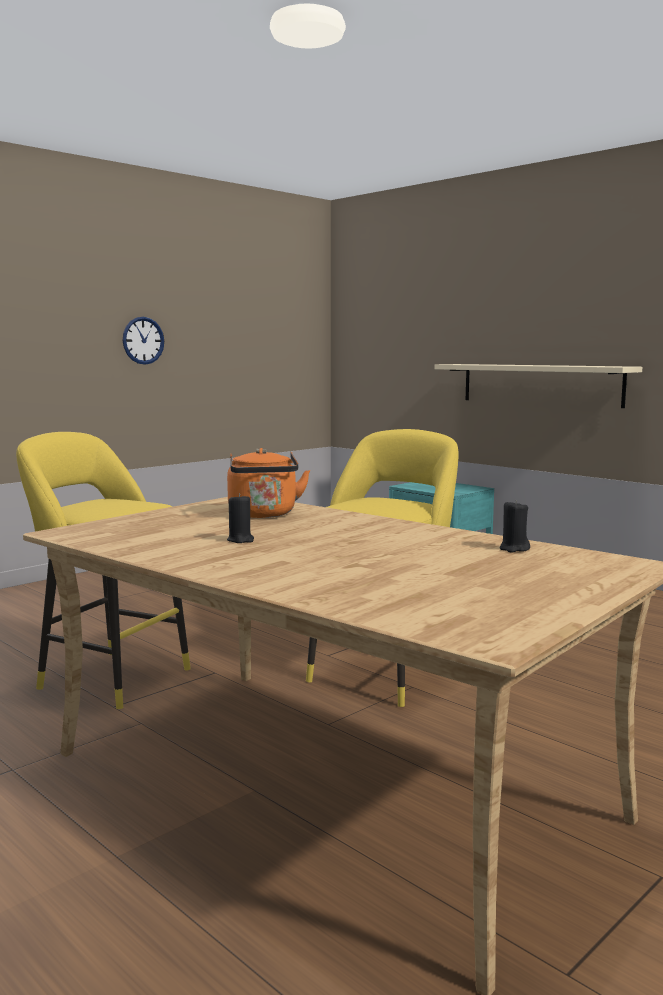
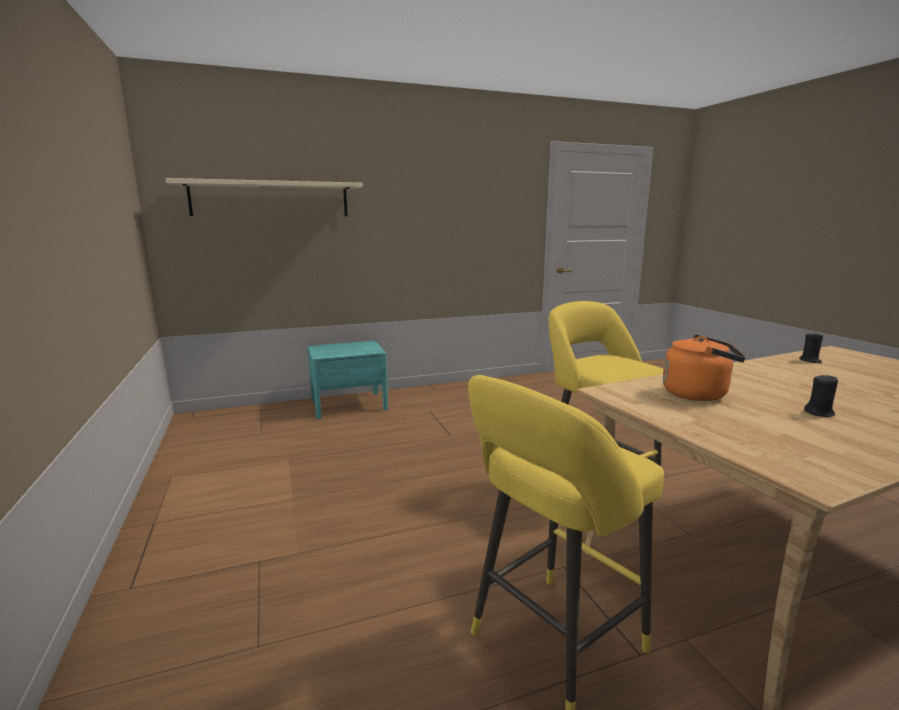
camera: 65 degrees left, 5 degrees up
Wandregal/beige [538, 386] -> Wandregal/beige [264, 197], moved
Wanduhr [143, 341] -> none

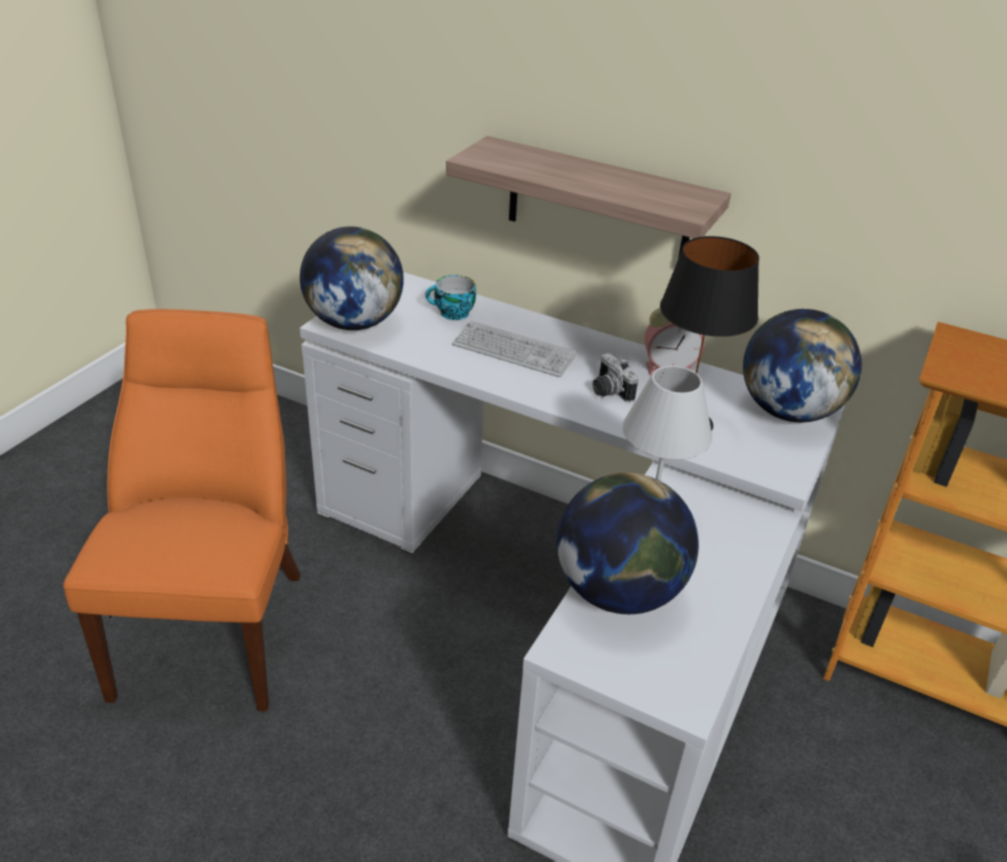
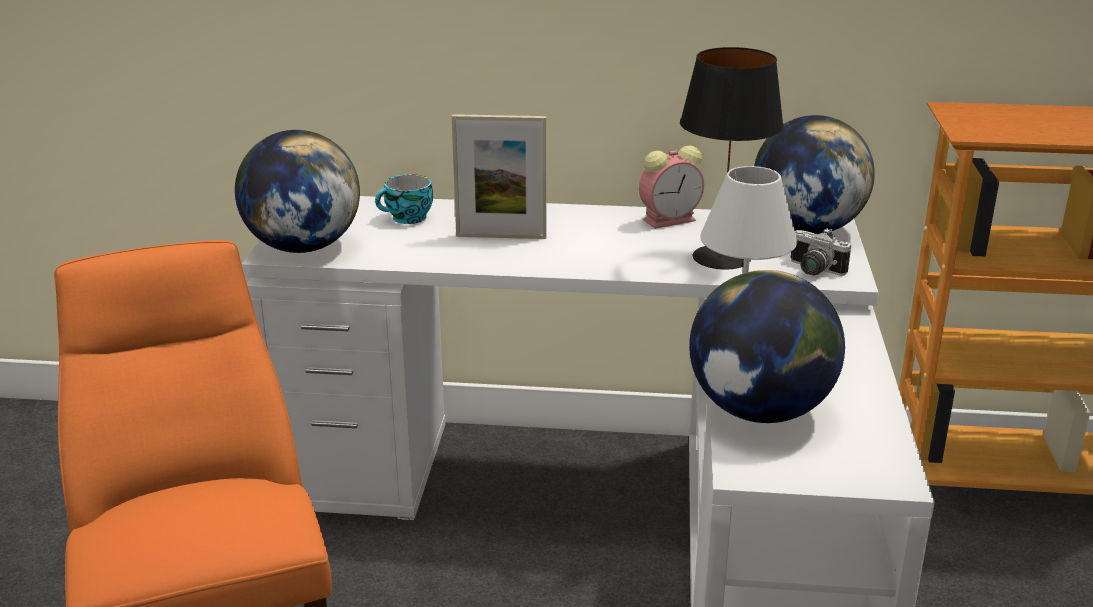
camera: 20 degrees left, 10 degrees down
Tastatur [514, 349] -> Bilderrahmen [499, 176]
Kamera [615, 377] -> Kamera [821, 252], moved
Wandregal [588, 197] -> none

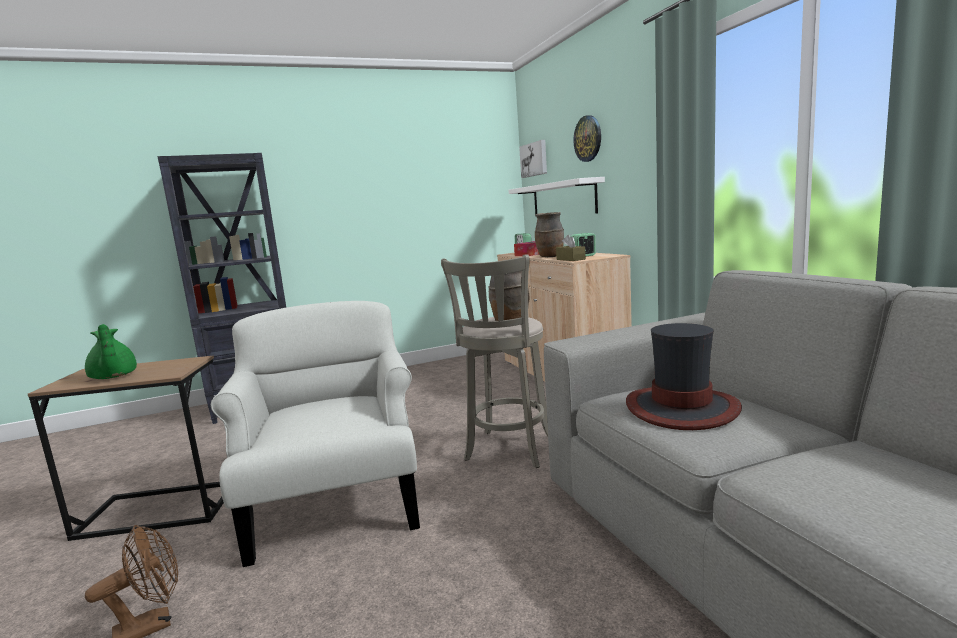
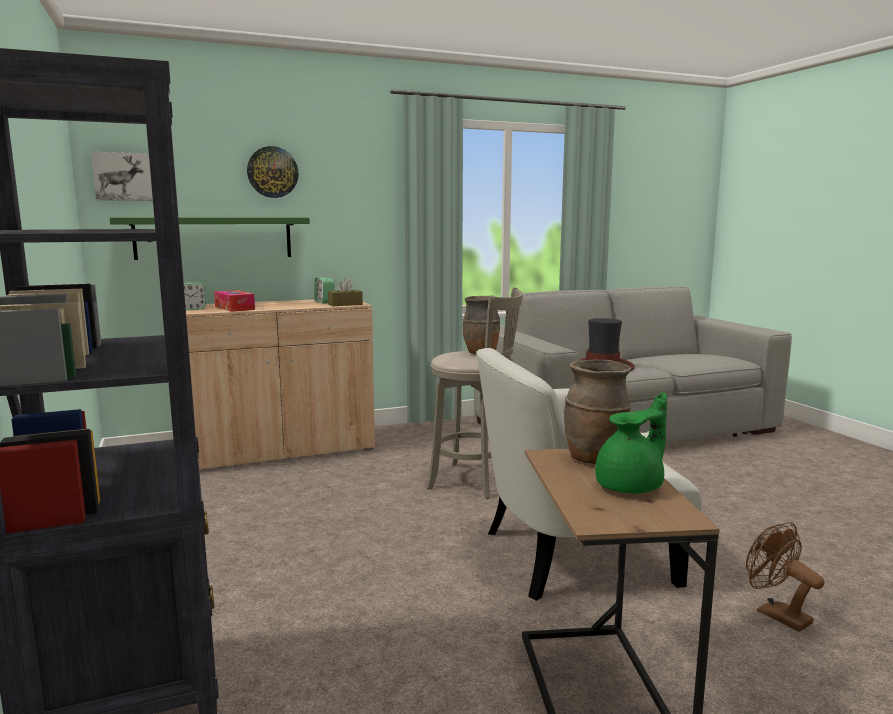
camera: 90 degrees left, 0 degrees up
Wandregal/weiß [556, 195] -> Wandregal/grün [210, 238]
Vase/braun [549, 234] -> Vase/braun [597, 412], moved

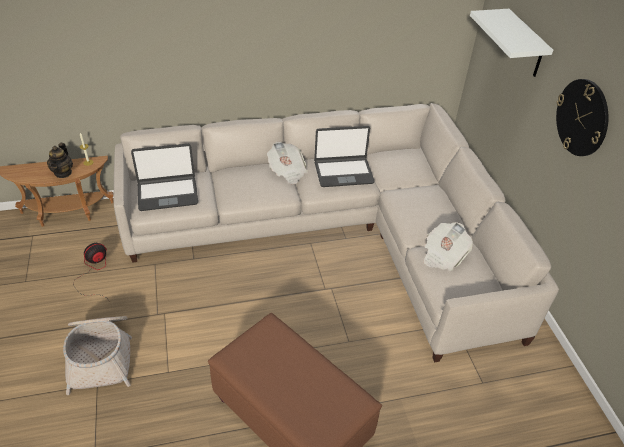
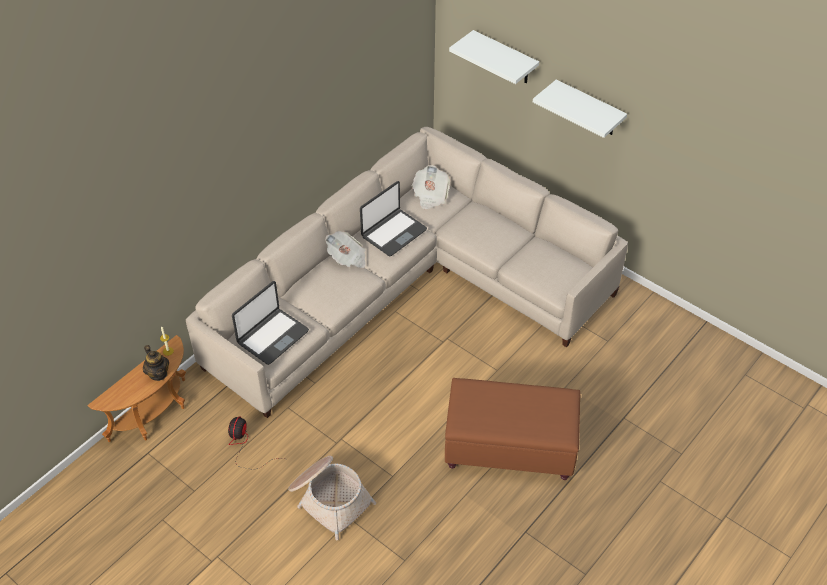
camera: 35 degrees left, 5 degrees up
Zeitung [448, 246] -> Zeitung [431, 187], moved
Wanduhr [582, 117] -> Wandregal/weiß [580, 109]

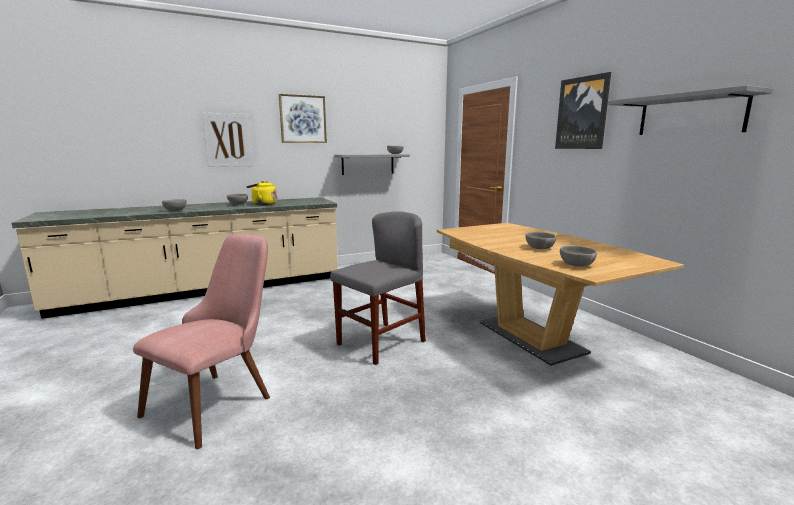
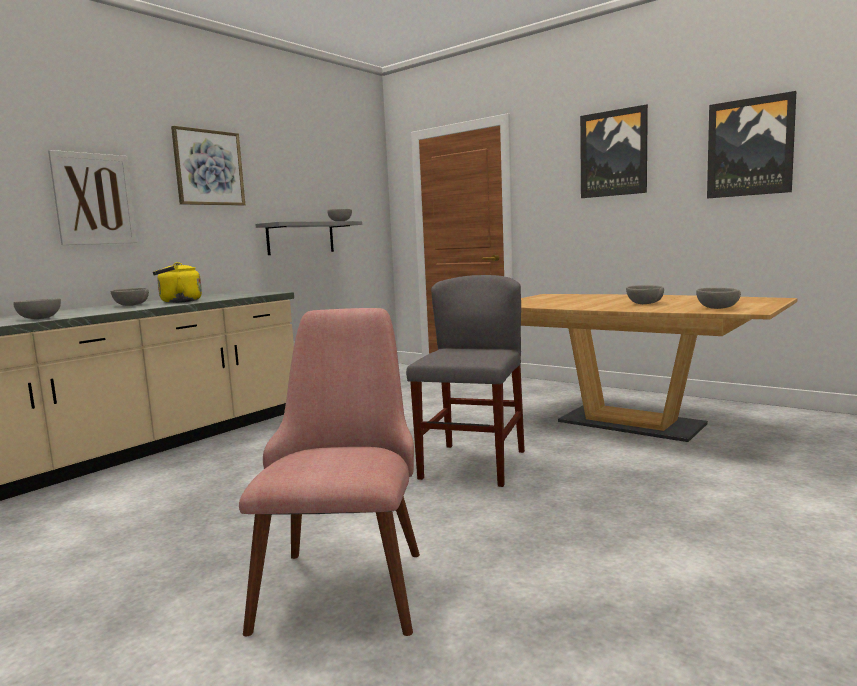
camera: 25 degrees left, 5 degrees down
Wandregal/grau [690, 110] -> Bild [751, 144]

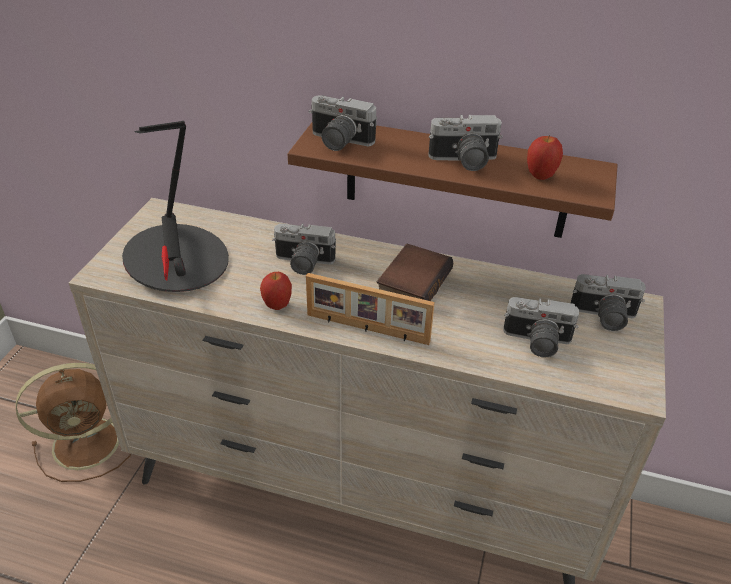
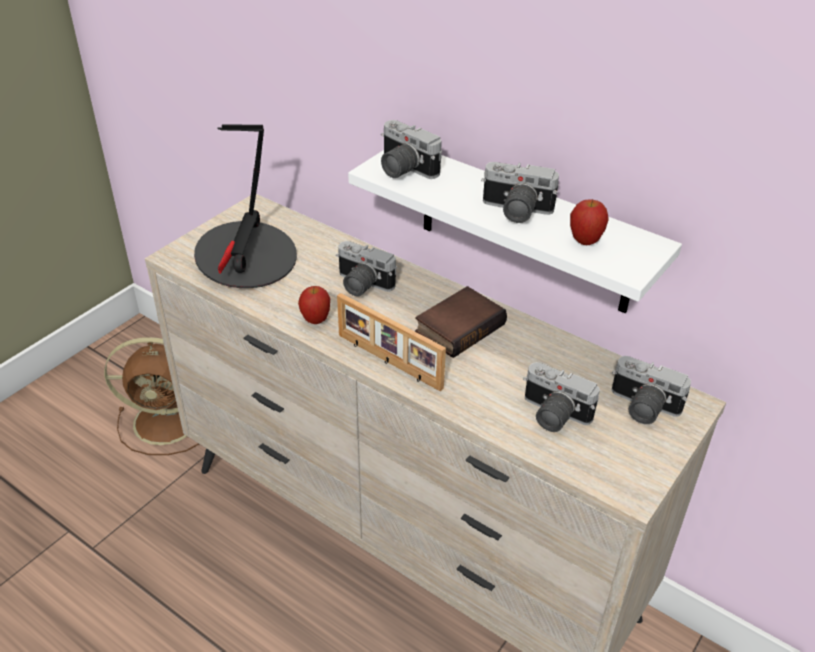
camera: 20 degrees right, 0 degrees up
Wandregal/braun [453, 180] -> Wandregal/weiß [515, 231]

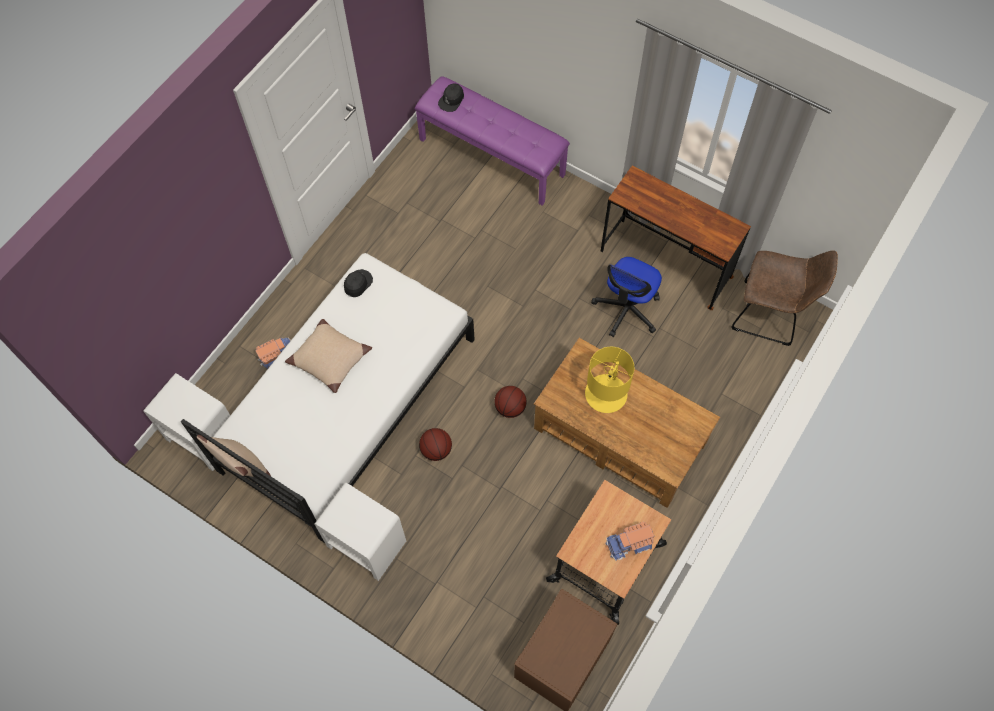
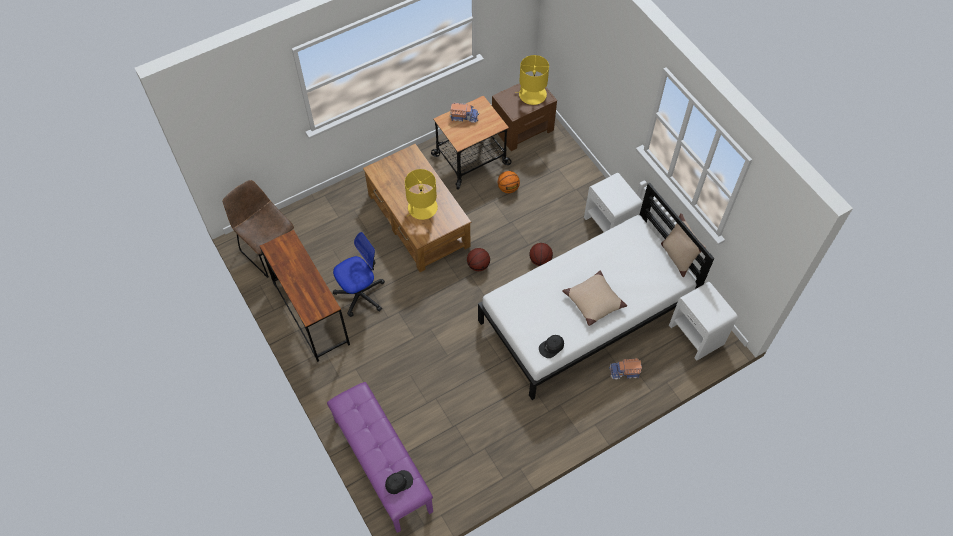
camera: 155 degrees left, 5 degrees down
none -> Basketball [508, 182]
none -> Tischlampe/gelb [532, 80]

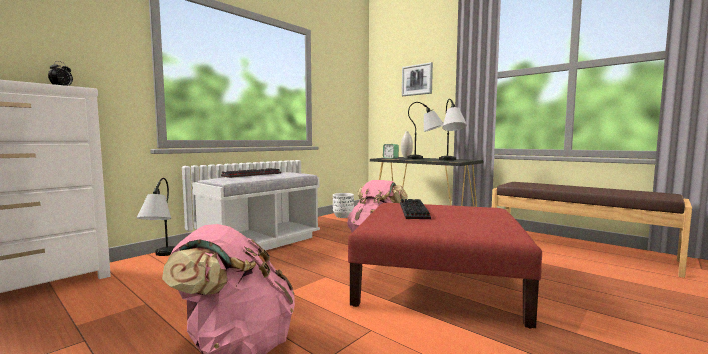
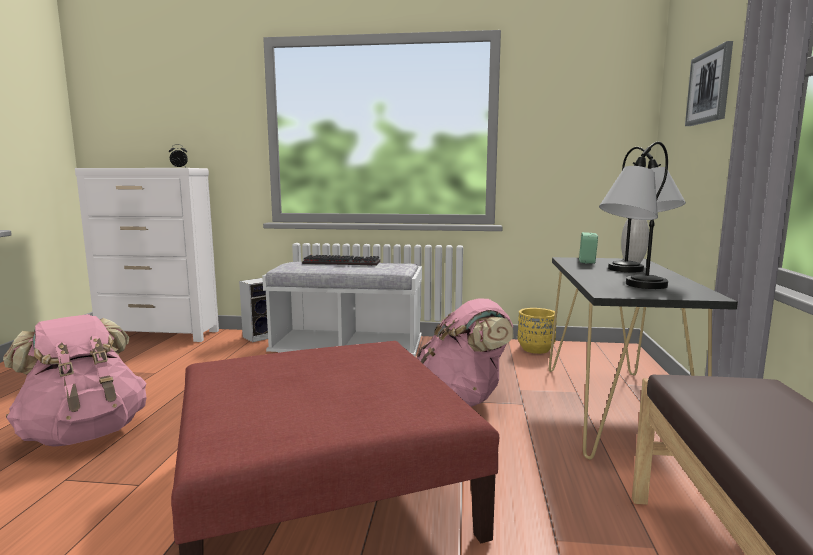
camera: 55 degrees right, 5 degrees up
Tischlampe [156, 217] -> Lautsprecher [253, 310]
Pflanzkübel/weiß [343, 205] -> Pflanzkübel/gelb [537, 331]
Tastatur [415, 209] -> none

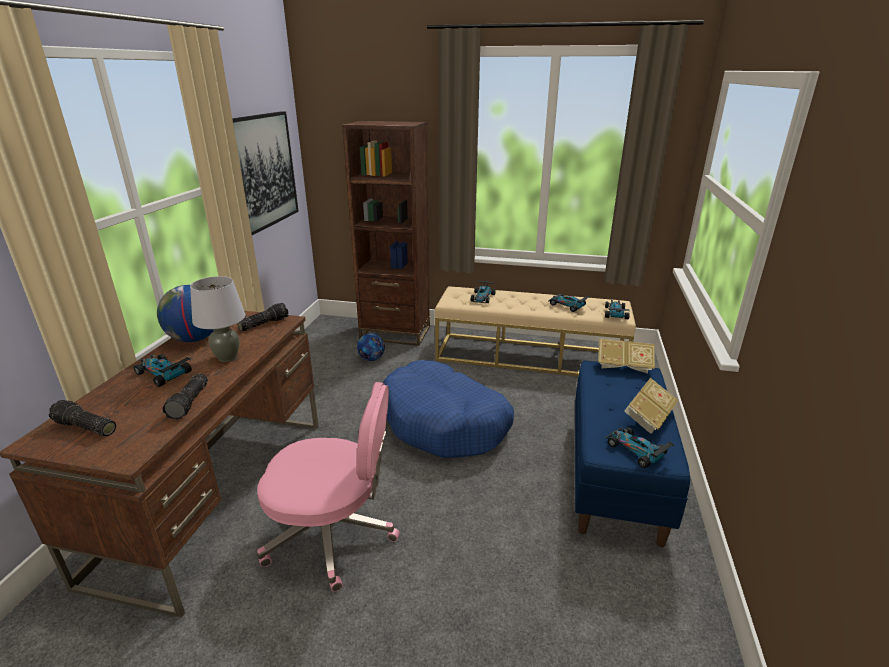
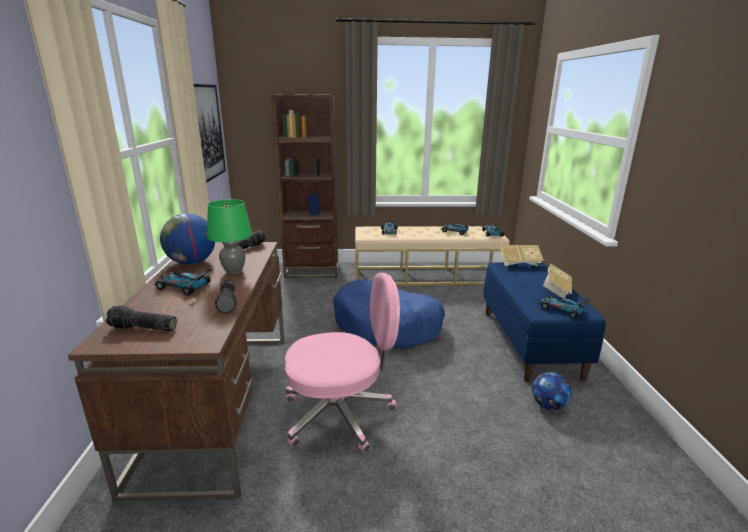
camera: 15 degrees left, 5 degrees down
Tischlampe/grau [217, 319] -> Tischlampe/grün [229, 237]
Fußball [371, 347] -> Fußball [552, 391], moved

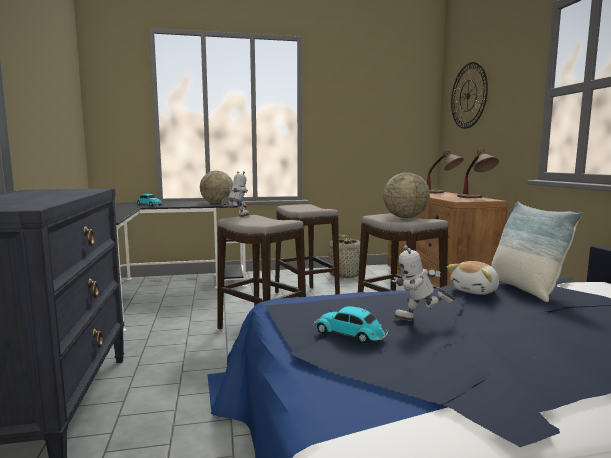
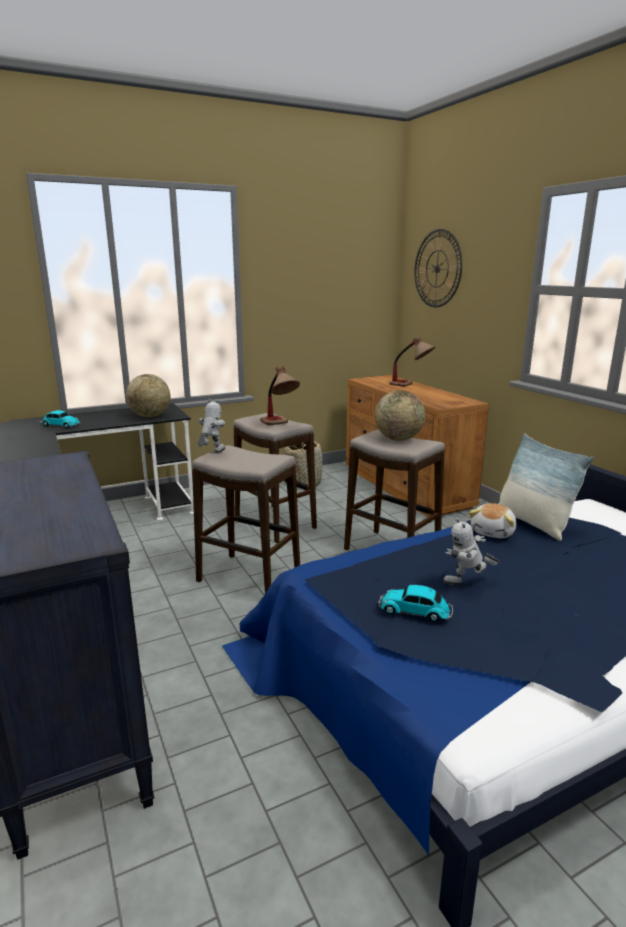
camera: 15 degrees left, 10 degrees up
Tischlampe [478, 173] -> Tischlampe [280, 395], moved

